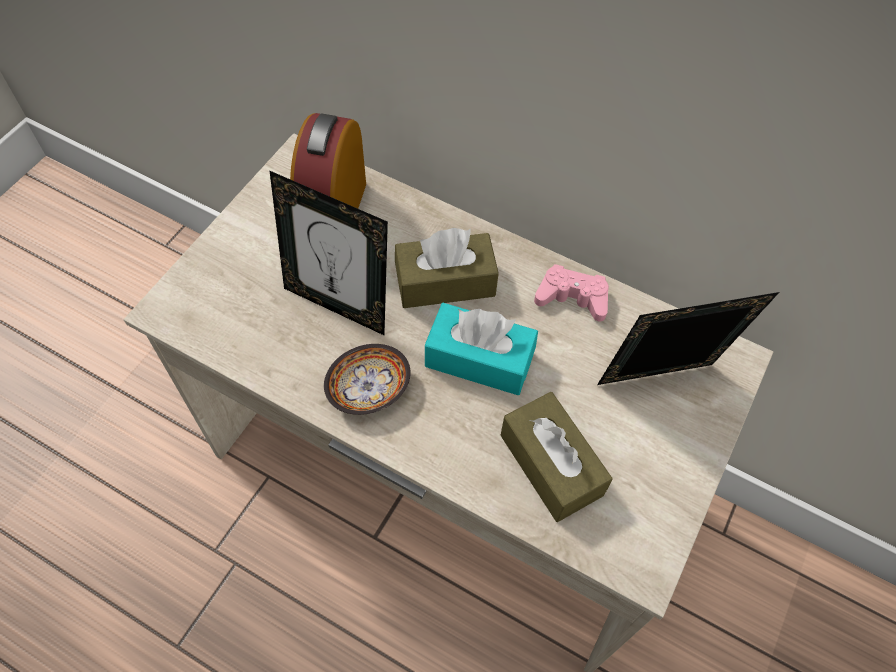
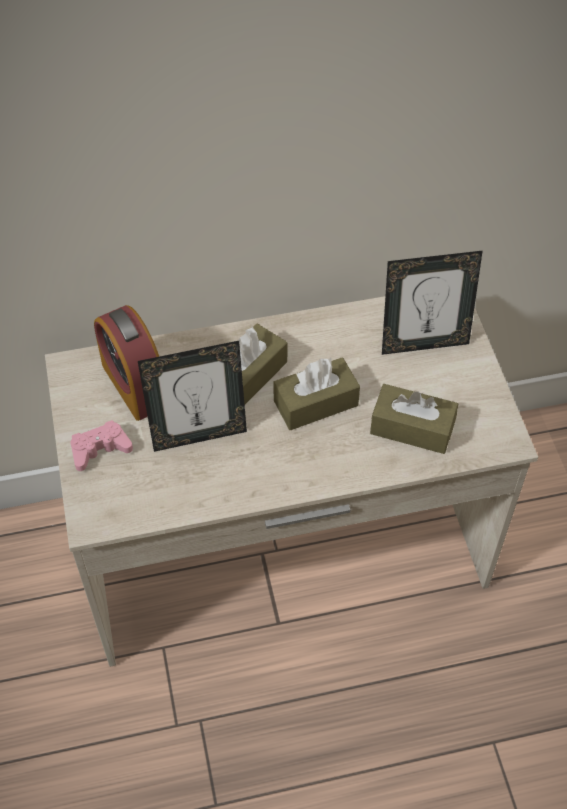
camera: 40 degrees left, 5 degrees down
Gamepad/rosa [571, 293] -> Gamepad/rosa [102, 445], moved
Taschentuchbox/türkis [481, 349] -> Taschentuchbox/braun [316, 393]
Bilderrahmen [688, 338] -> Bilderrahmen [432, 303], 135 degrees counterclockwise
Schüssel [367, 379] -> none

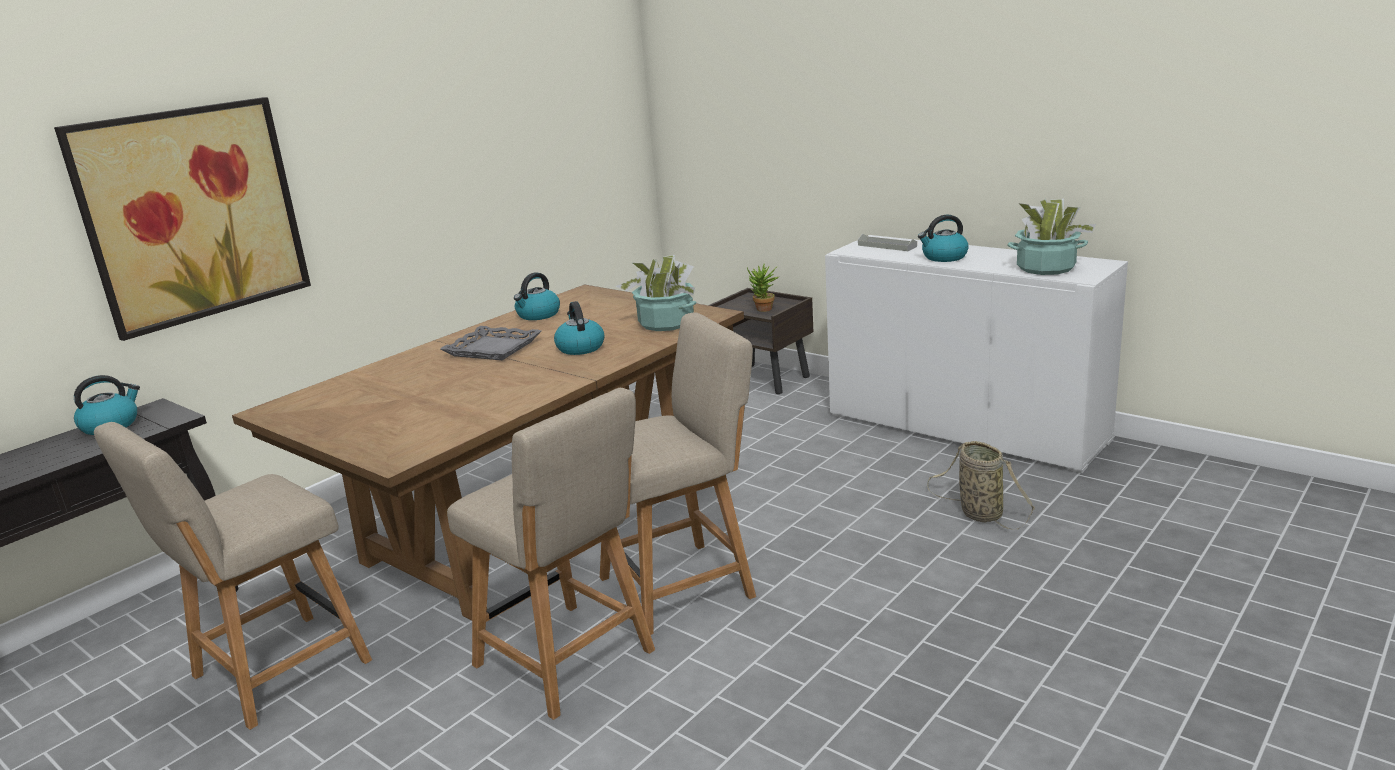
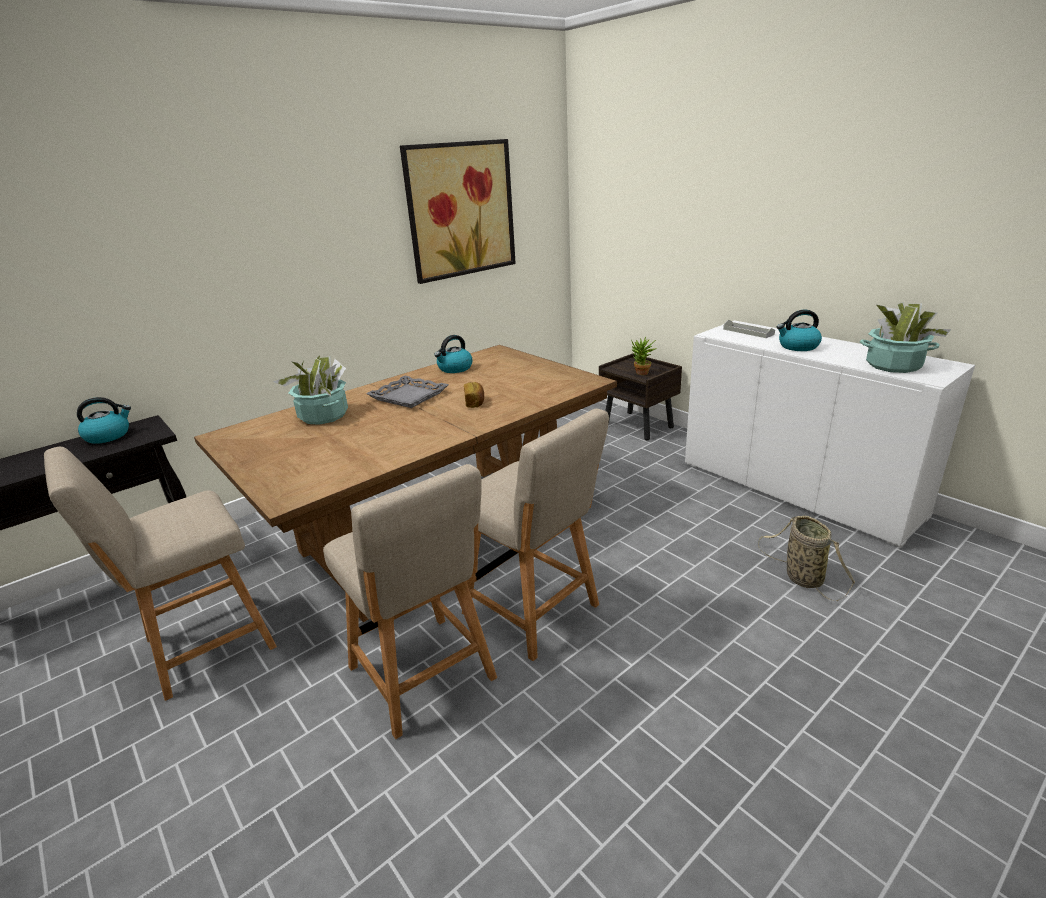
camera: 10 degrees right, 5 degrees up
Topfpflanze [656, 293] -> Topfpflanze [310, 390], moved
Bild [182, 219] -> Bild [458, 211], moved
Stuhl/beige [678, 473] -> Stuhl/beige [535, 535], 60 degrees clockwise
Wasserkessel [579, 328] -> Brot [474, 395]

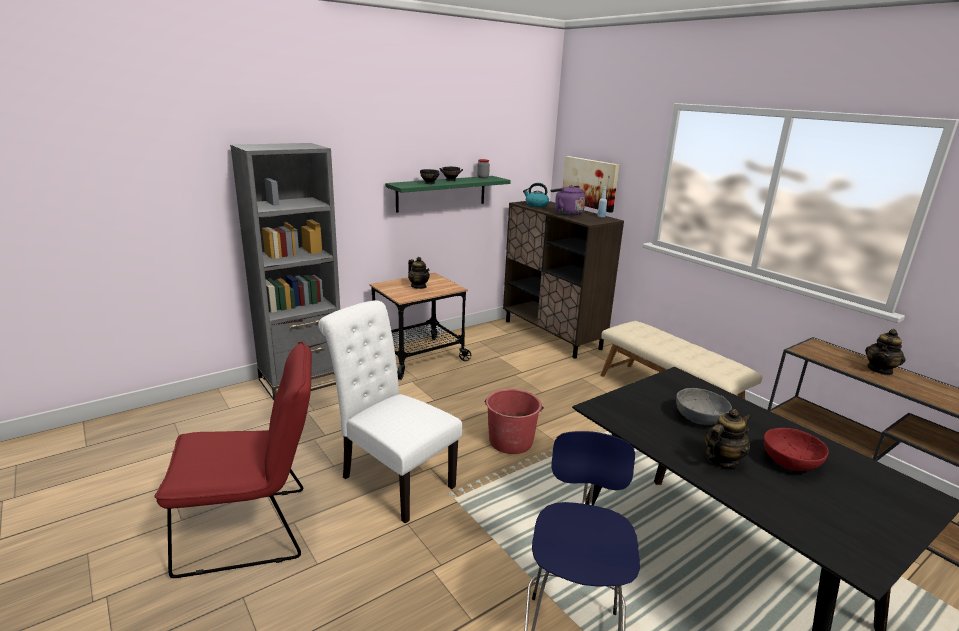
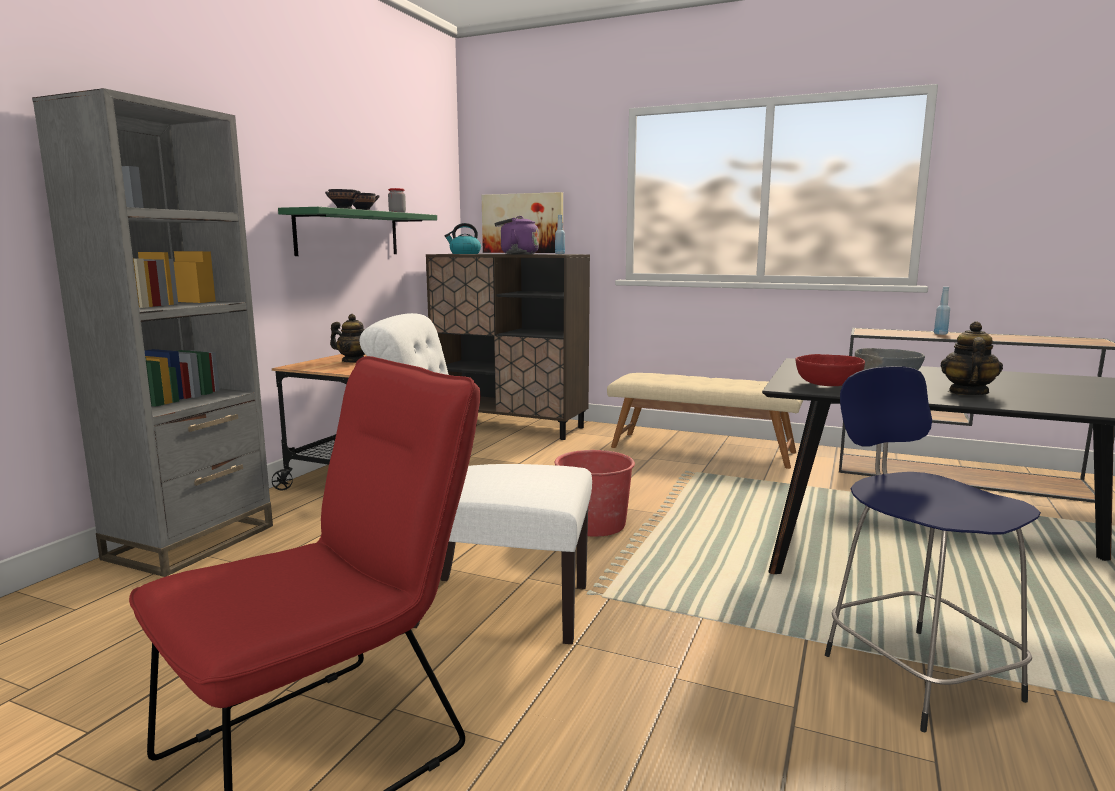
camera: 30 degrees left, 10 degrees down
Schüssel/rot [796, 449] -> Schüssel/rot [830, 370], moved
Teekanne [885, 352] -> Flasche/blau [942, 311]

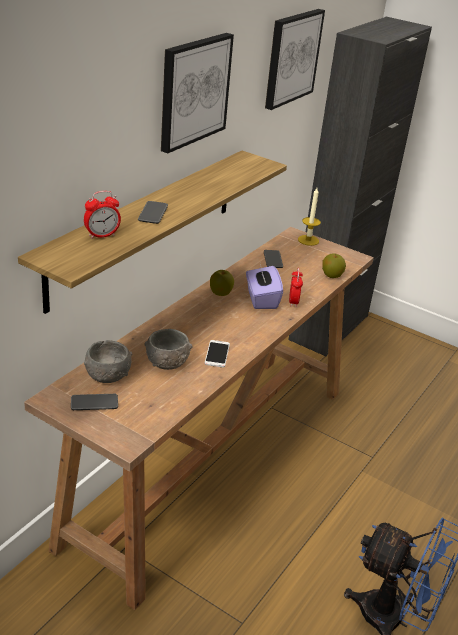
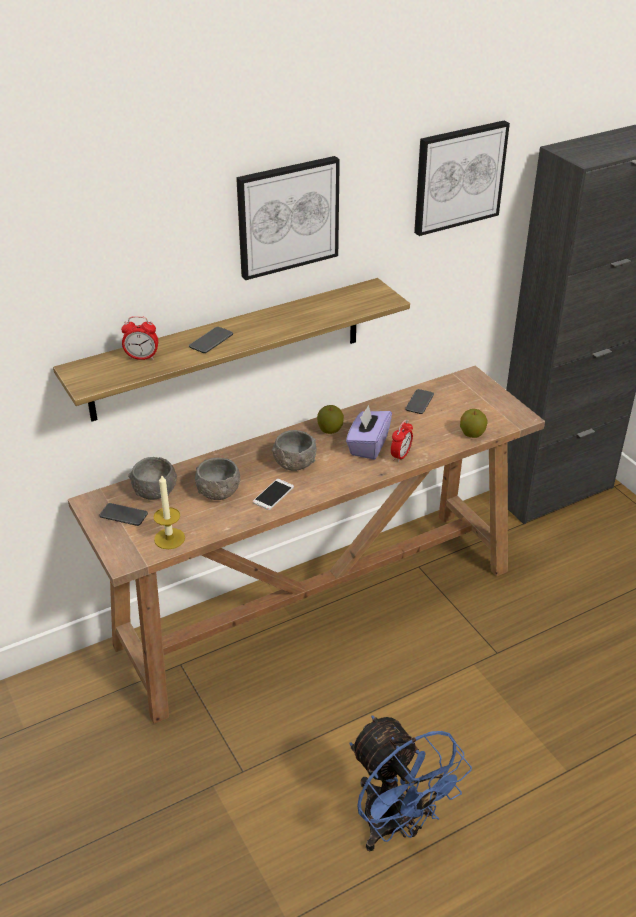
camera: 30 degrees right, 5 degrees up
Kerze [309, 217] -> Kerze [169, 512], moved
none -> Schüssel/grau [294, 450]

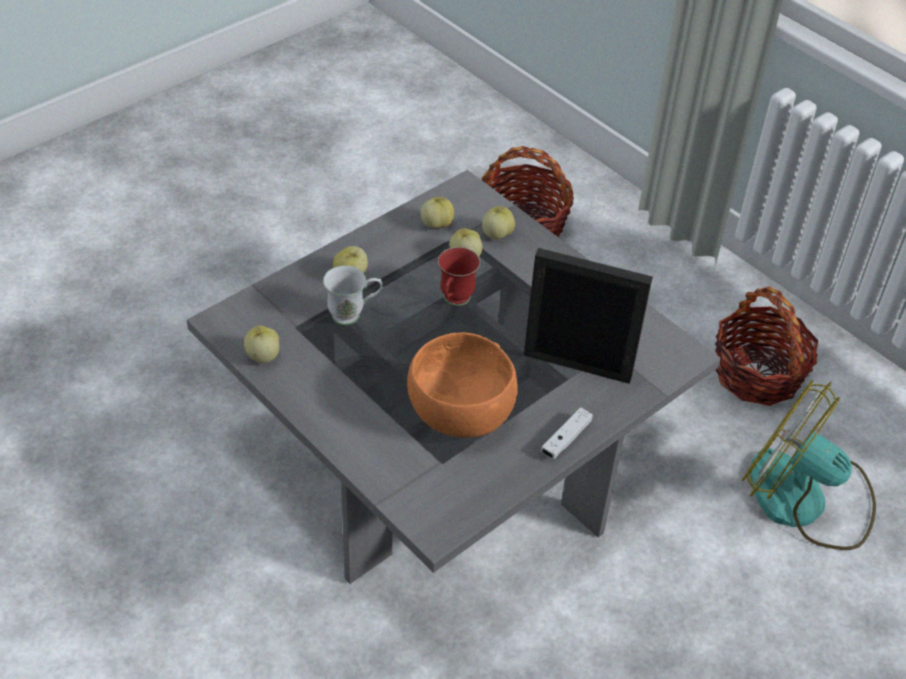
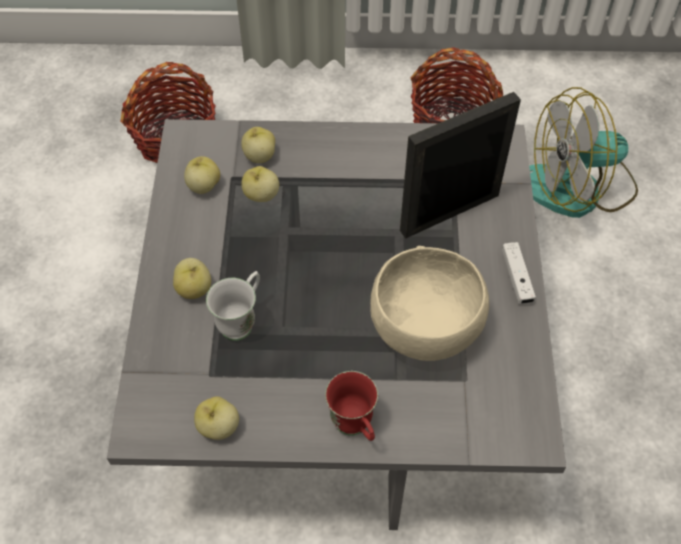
camera: 45 degrees left, 10 degrees up
Henkelbecher/rot [459, 276] -> Henkelbecher/rot [351, 406], moved
Schüssel/orange [462, 385] -> Schüssel/beige [429, 303]

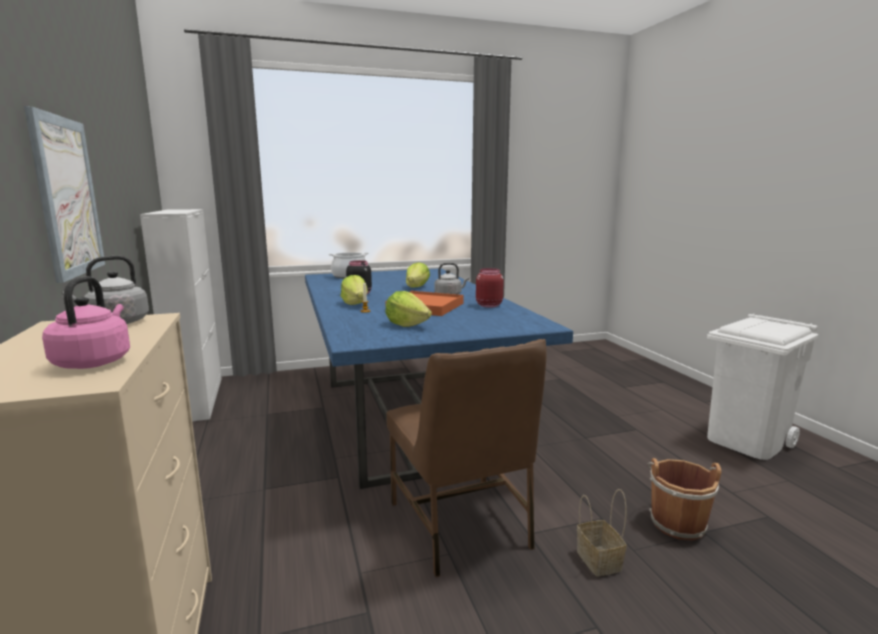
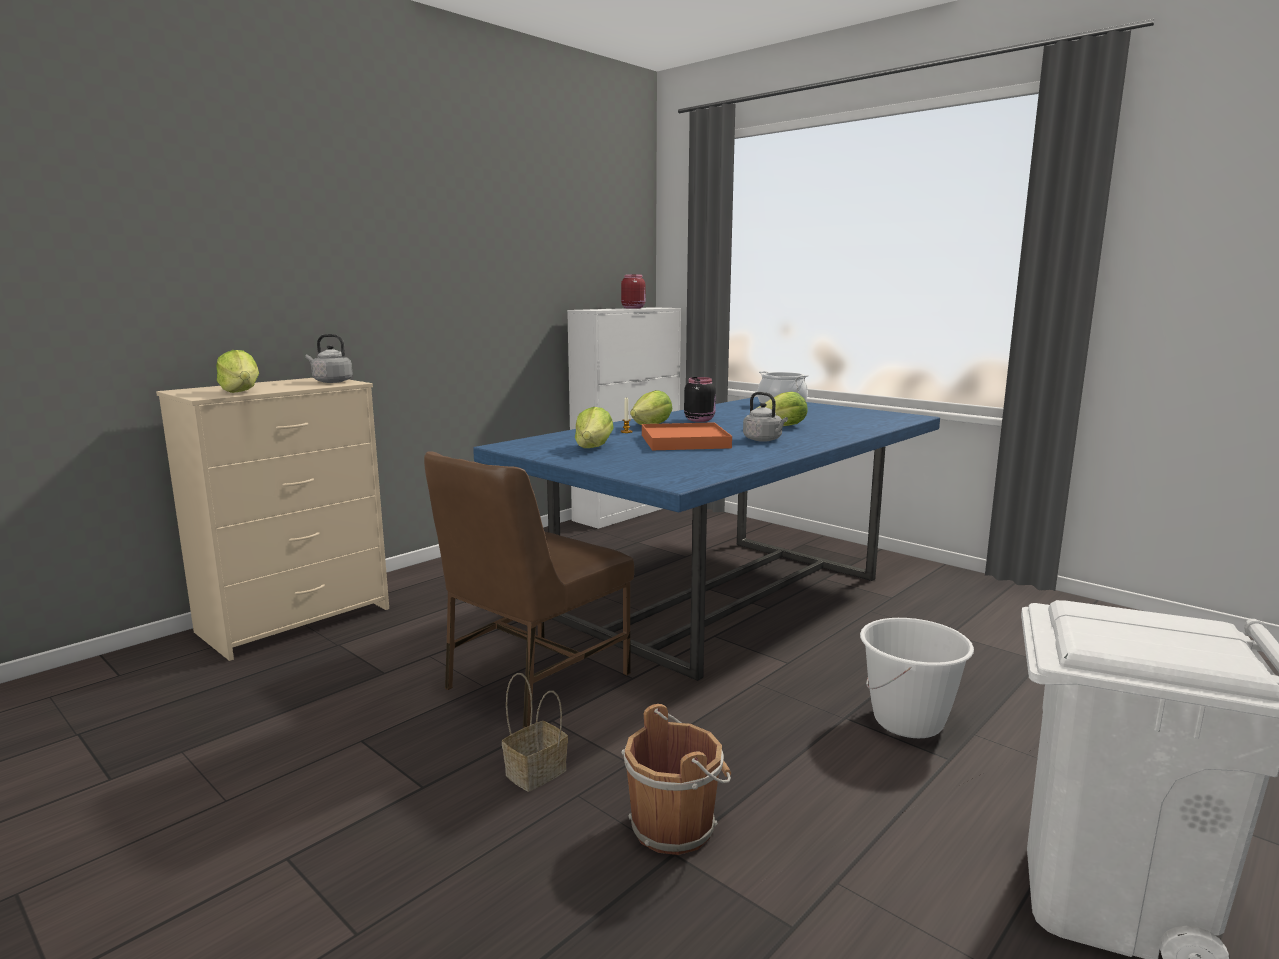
camera: 60 degrees right, 0 degrees up
Wasserkessel/rosa [86, 322] -> Salatkopf [237, 371]
Vorratsglas/rot [490, 288] -> Vorratsglas/rot [633, 292], moved
none -> Eimer/weiß [917, 678]
Bild [64, 194] -> none

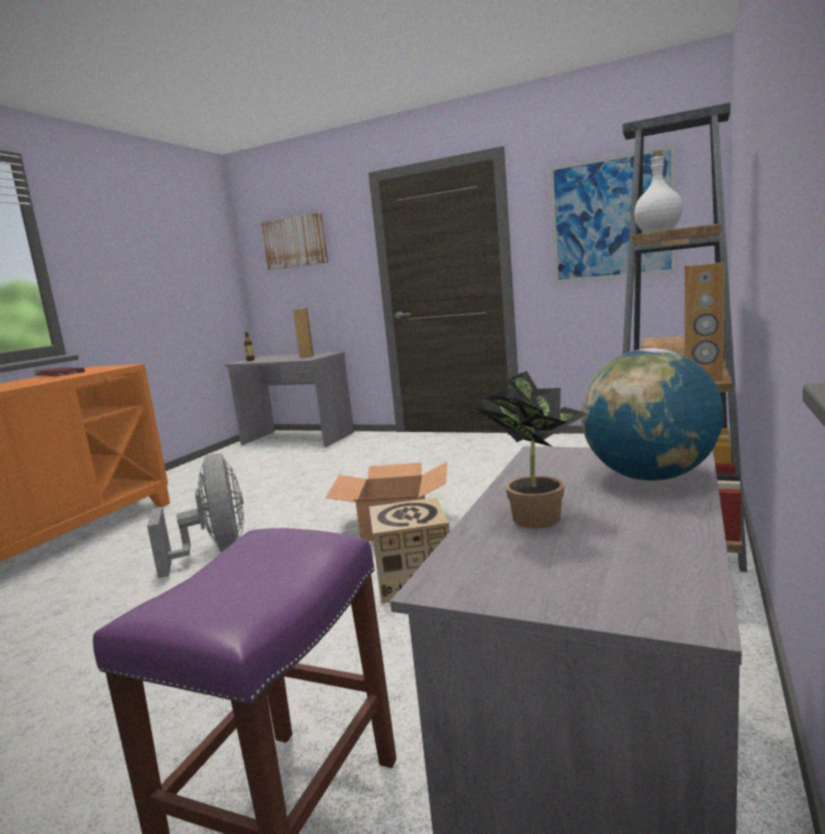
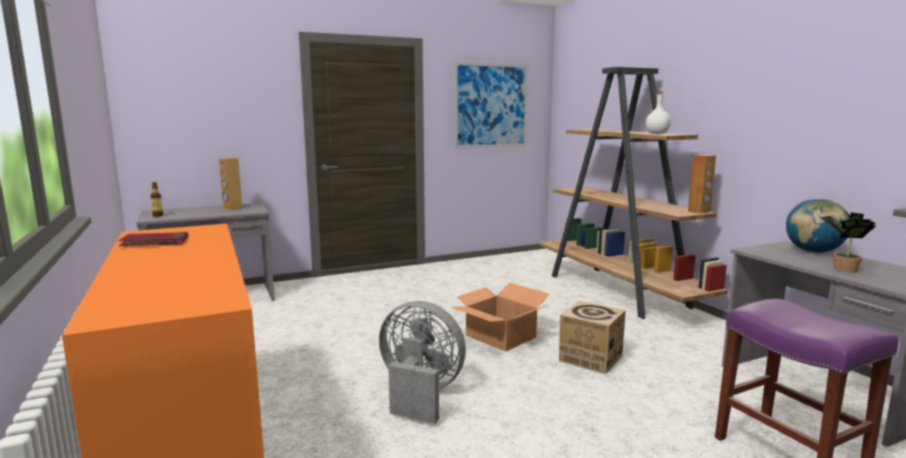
camera: 50 degrees left, 0 degrees up
Bild [294, 241] -> none

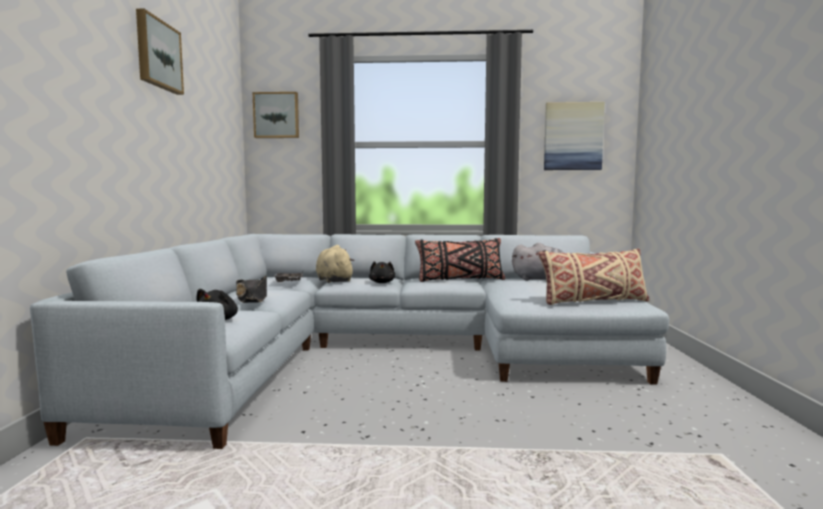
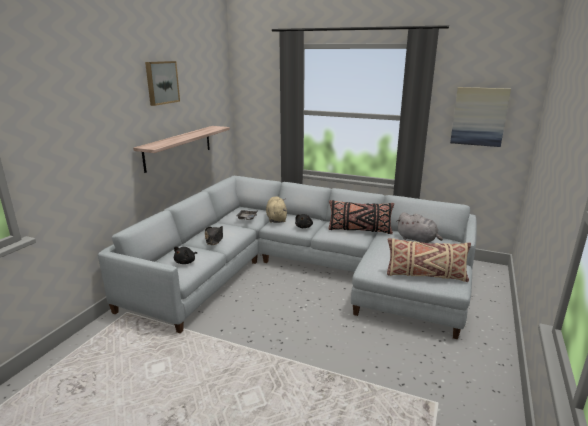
camera: 20 degrees right, 15 degrees up
none -> Wandregal [181, 149]
Bild [276, 115] -> none

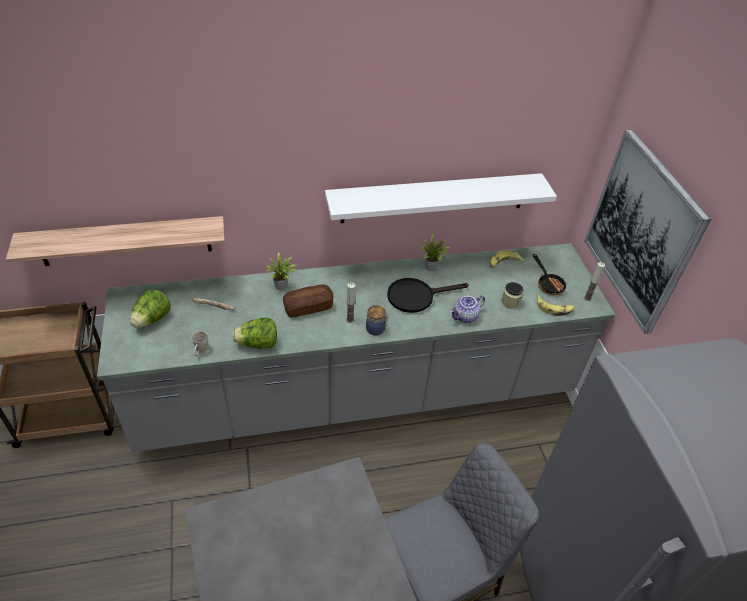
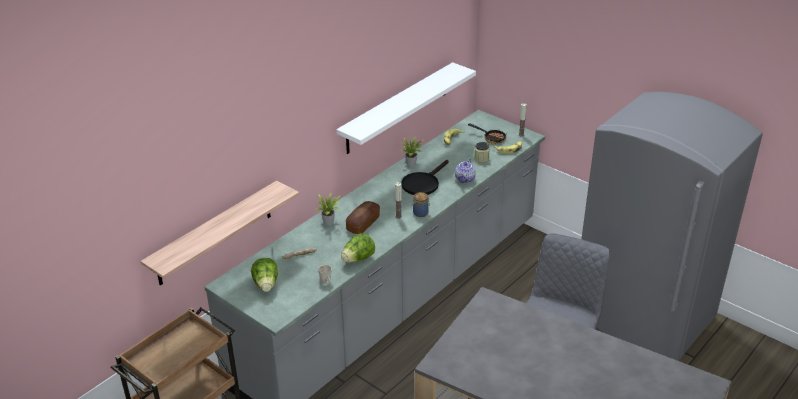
camera: 35 degrees left, 10 degrees down
Bild [648, 232] -> none

